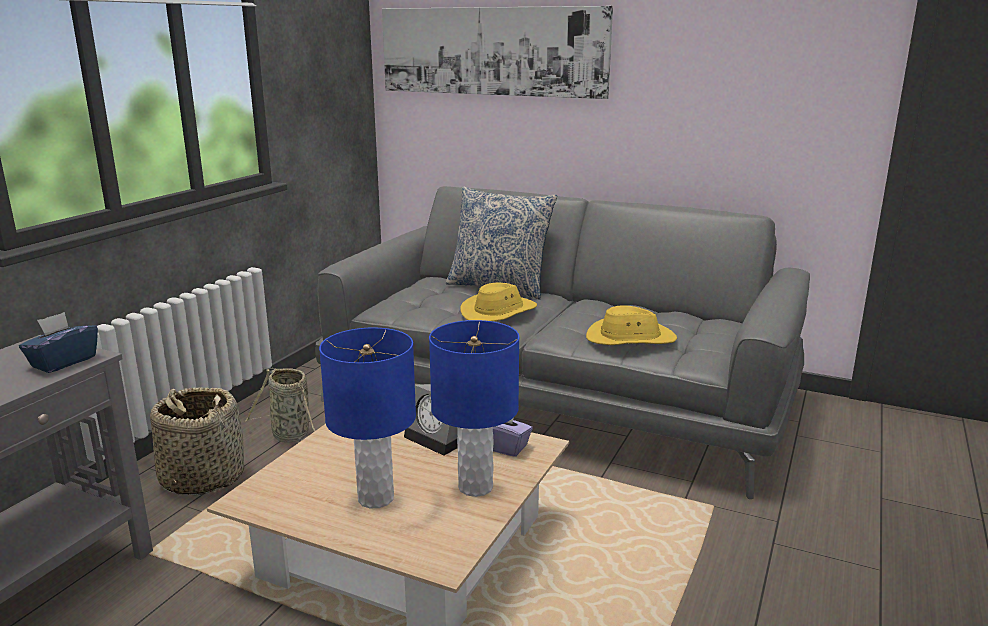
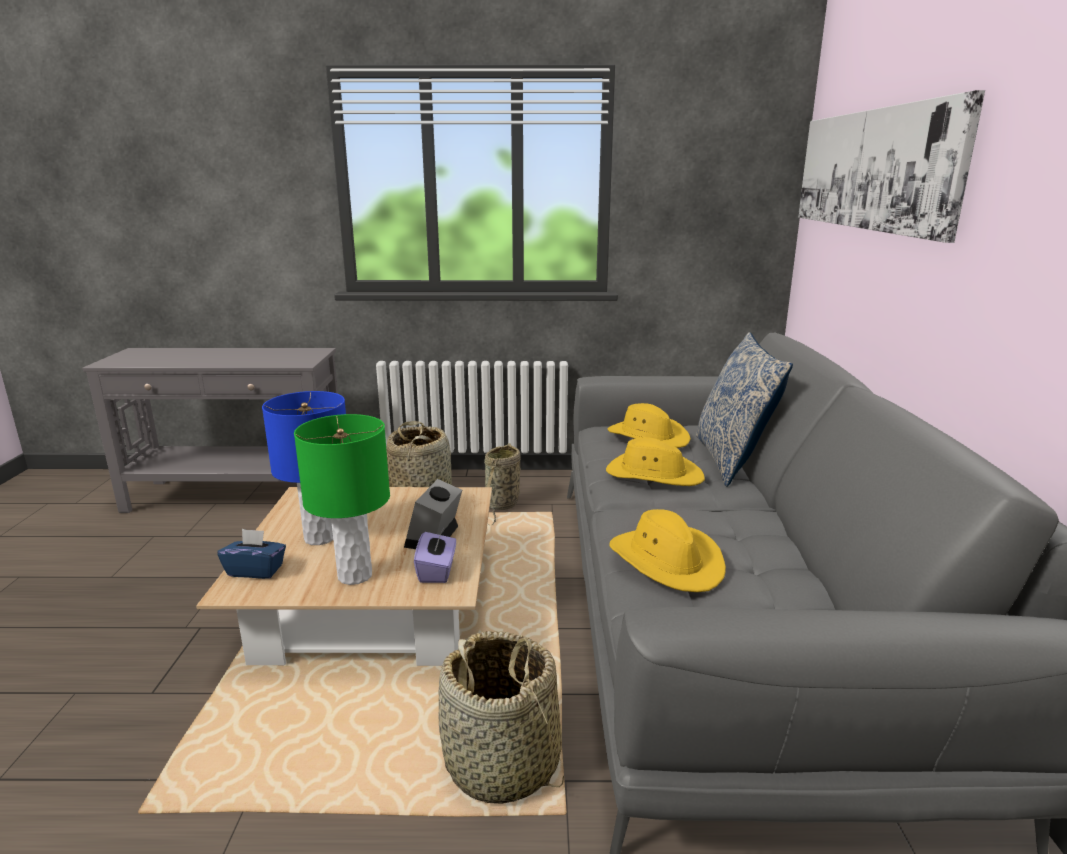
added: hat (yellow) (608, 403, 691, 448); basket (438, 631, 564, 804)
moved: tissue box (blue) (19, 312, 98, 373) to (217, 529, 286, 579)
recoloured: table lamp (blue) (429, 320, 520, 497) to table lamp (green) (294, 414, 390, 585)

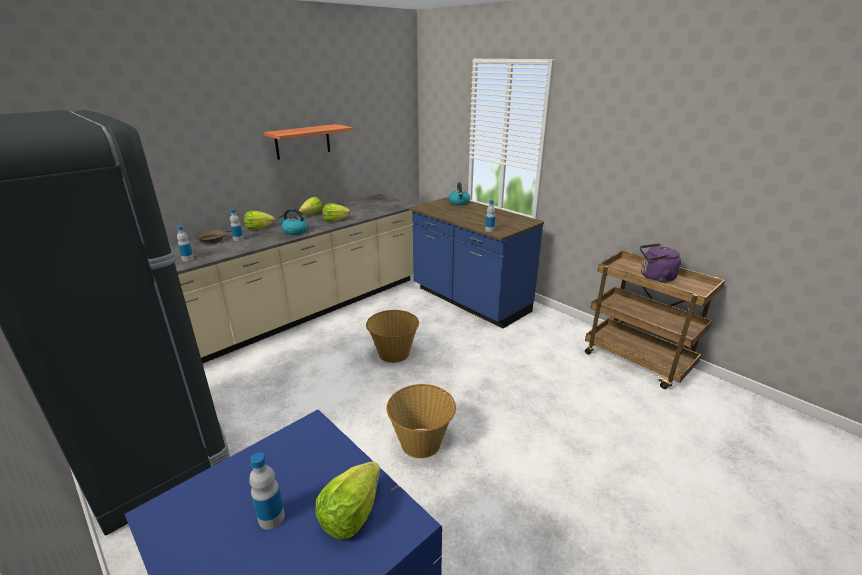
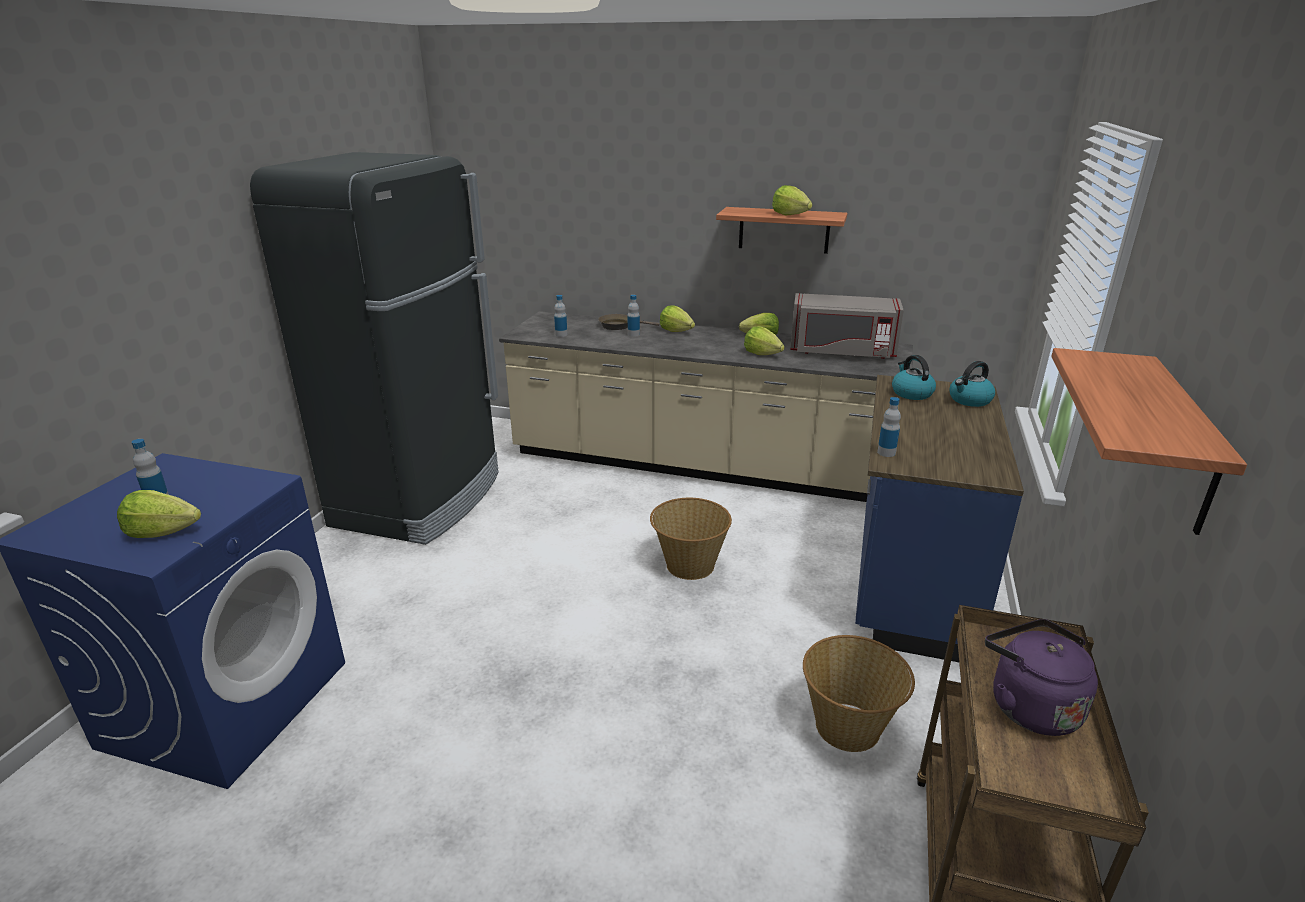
added: lettuce (772, 185, 812, 215); microwave (grey) (790, 293, 904, 359); shelf (1051, 348, 1247, 535)
moved: kettle (278, 208, 308, 235) to (892, 355, 936, 400); basket (387, 384, 456, 458) to (803, 635, 915, 752)

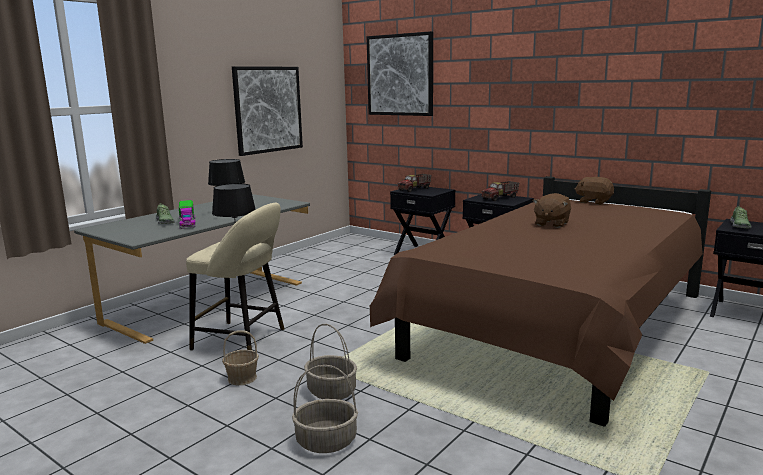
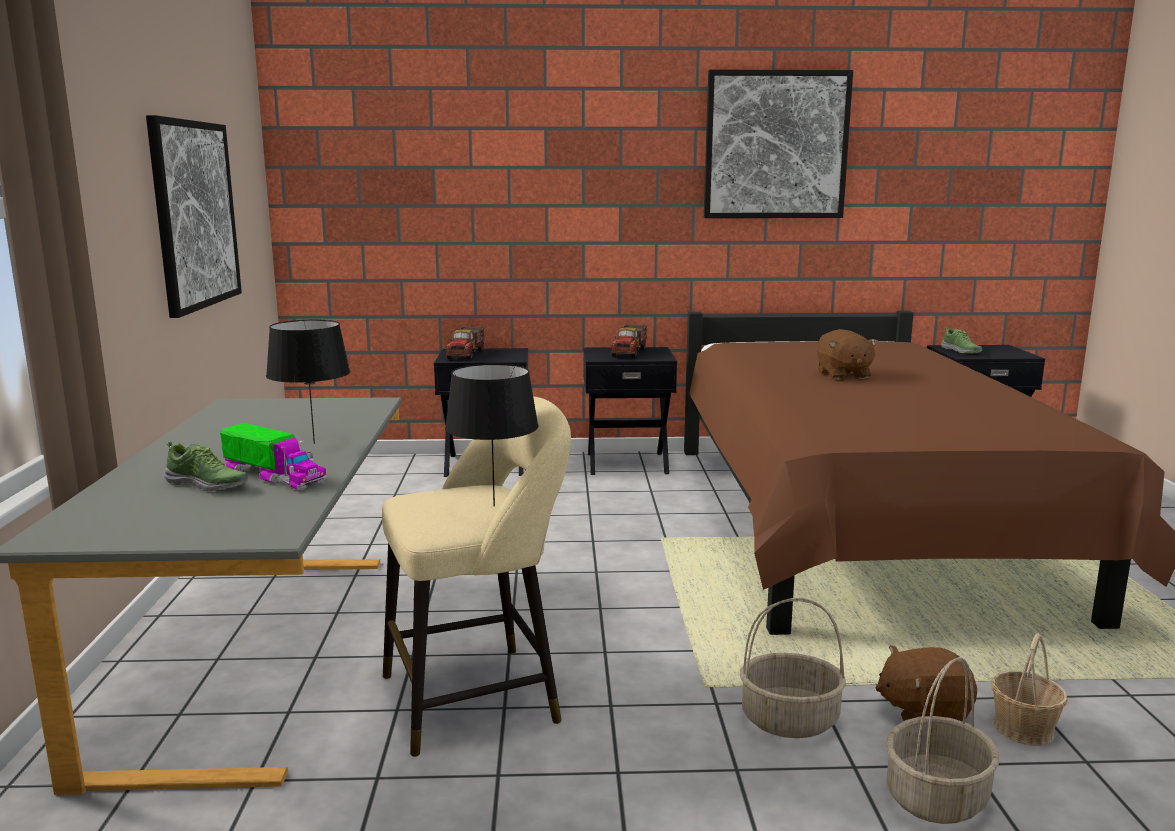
moved: picture (367, 31, 433, 116) to (704, 70, 853, 218); plush toy (brown) (575, 177, 614, 205) to (876, 645, 977, 722); basket (222, 330, 259, 385) to (991, 634, 1068, 746)

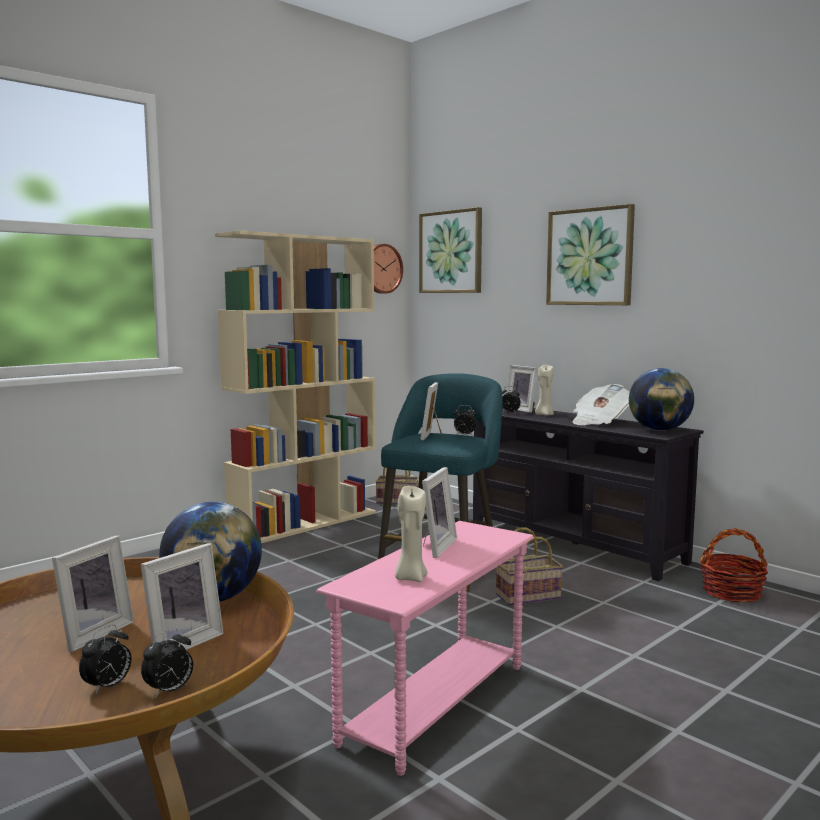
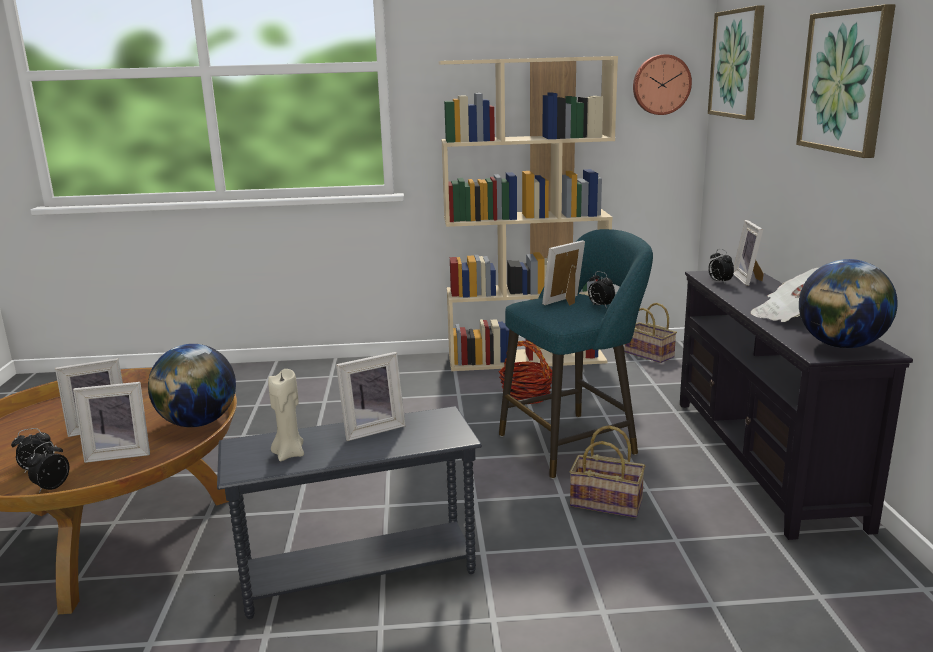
removed: candle (beige) (535, 365, 554, 415)
moved: basket (700, 528, 768, 603) to (498, 341, 552, 404)
recoloured: side table (pink) (316, 521, 534, 776) to side table (grey) (217, 406, 482, 619)
turned: alarm clock (141, 629, 193, 698) = (27, 442, 70, 493) 120 degrees clockwise

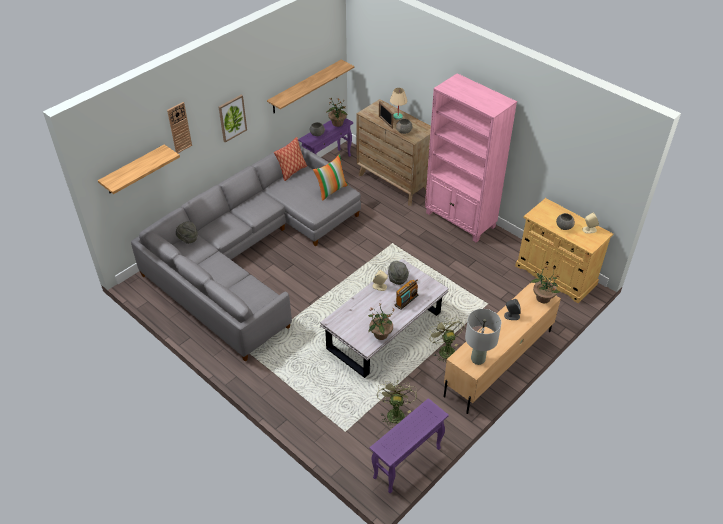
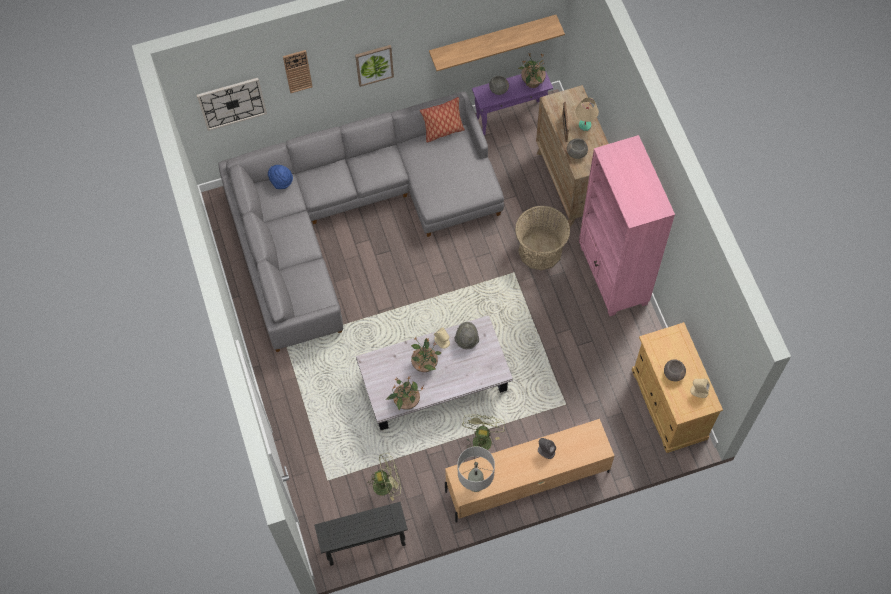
removed: pillow (313, 154, 348, 201); radio (395, 279, 419, 310)
added: basket (515, 206, 570, 270)
moved: potted plant (530, 266, 560, 303) to (411, 337, 441, 372)
replaced: shelf (98, 144, 180, 194) to wall clock (197, 78, 267, 131)
recoloured: hat (grey) (176, 221, 198, 244) to hat (blue) (268, 165, 293, 189); side table (purple) (370, 398, 449, 493) to side table (black) (314, 502, 408, 566)
turned: fan (green) (377, 380, 417, 428) = (366, 453, 401, 501) 45 degrees clockwise

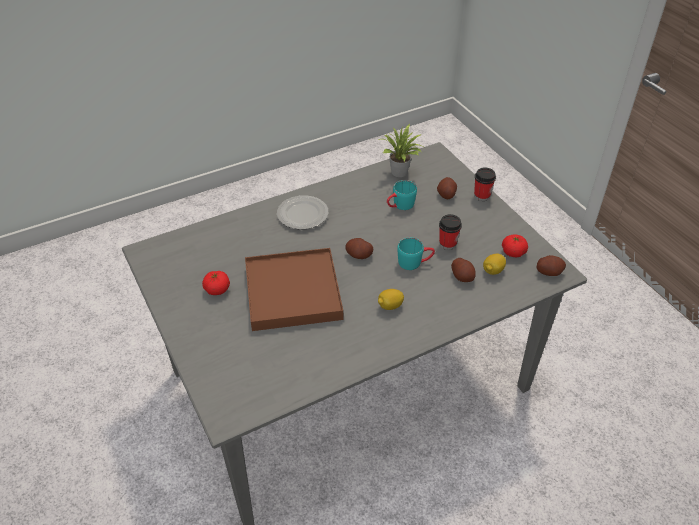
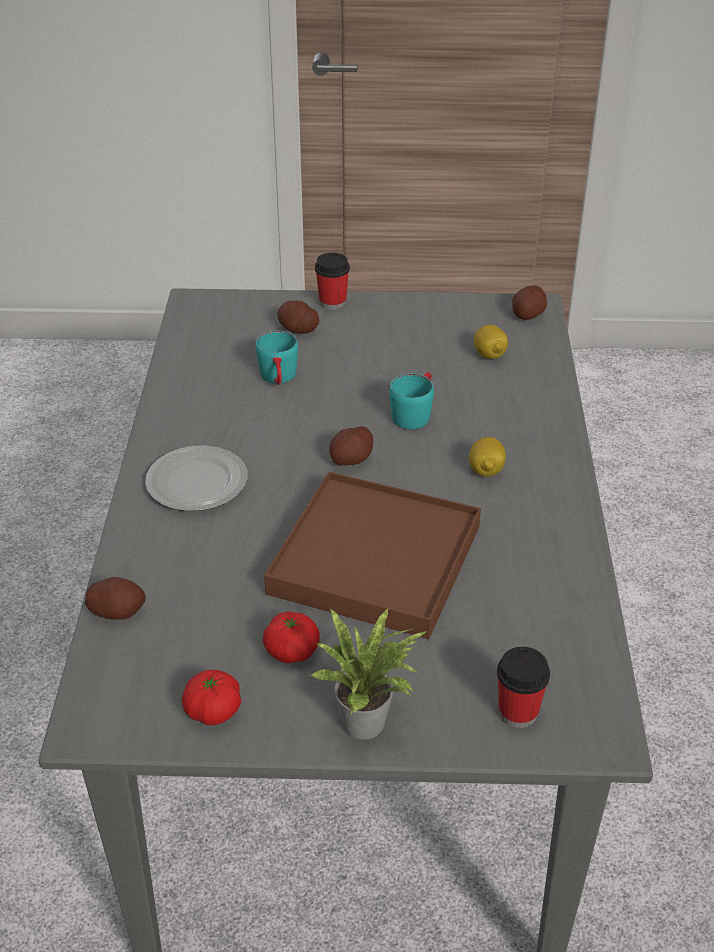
moved: potted plant (378, 124, 423, 177) to (310, 607, 427, 740); cup (439, 214, 462, 250) to (497, 647, 550, 728); tomato (502, 234, 528, 257) to (181, 670, 241, 725); potato (451, 258, 476, 282) to (85, 577, 146, 620)

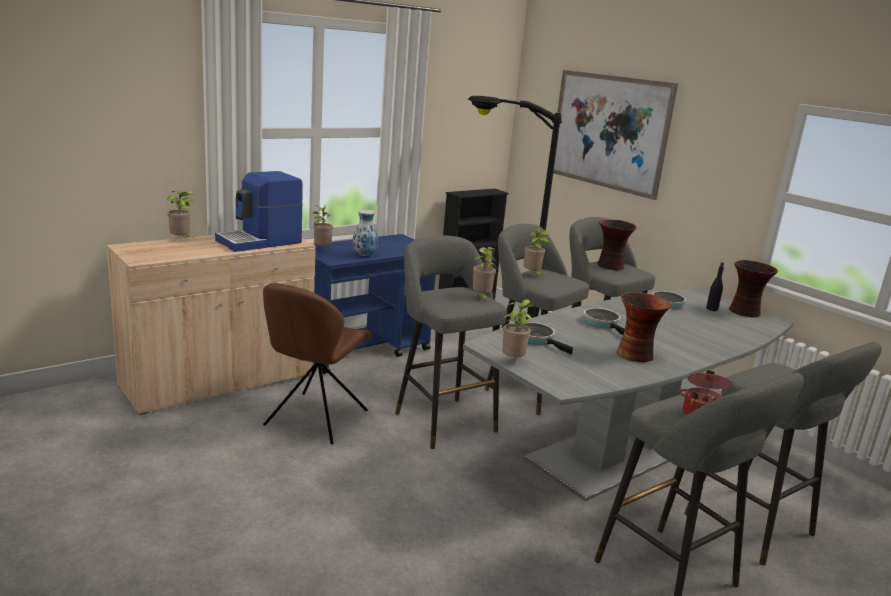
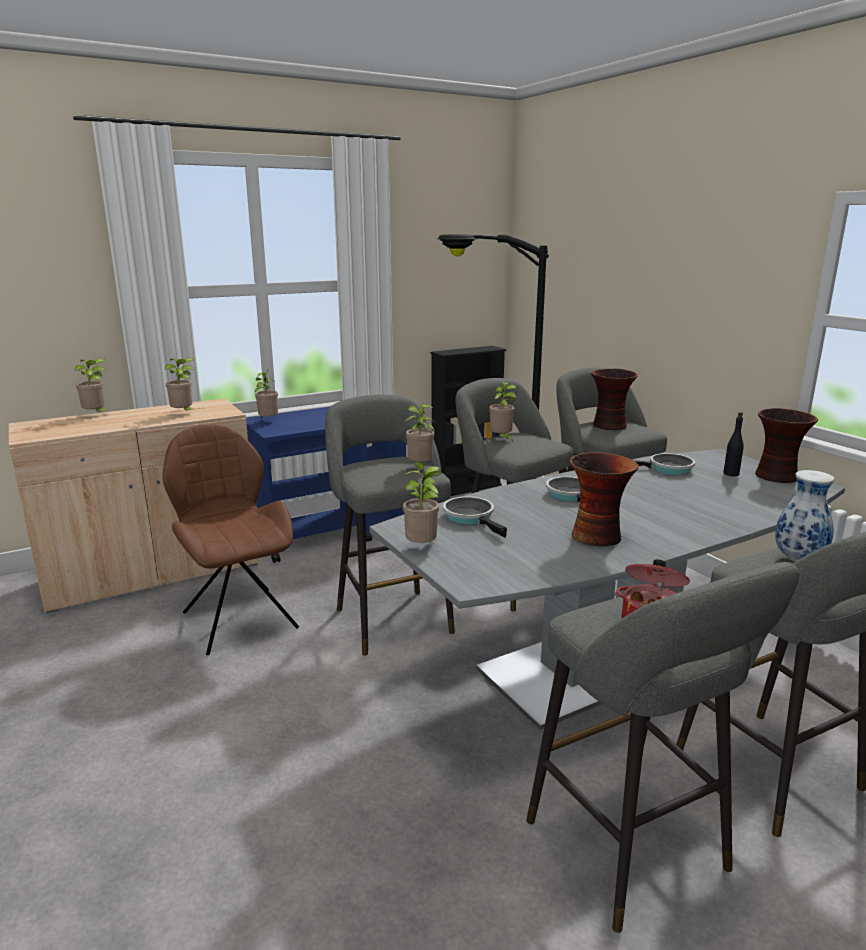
removed: picture (553, 70, 678, 200)
moved: vase (352, 210, 378, 256) to (775, 470, 834, 562)
replaced: coffee machine (215, 171, 303, 252) to potted plant (165, 358, 195, 410)
turned: chair (brown) (263, 283, 372, 445) = (163, 425, 299, 655) 120 degrees clockwise

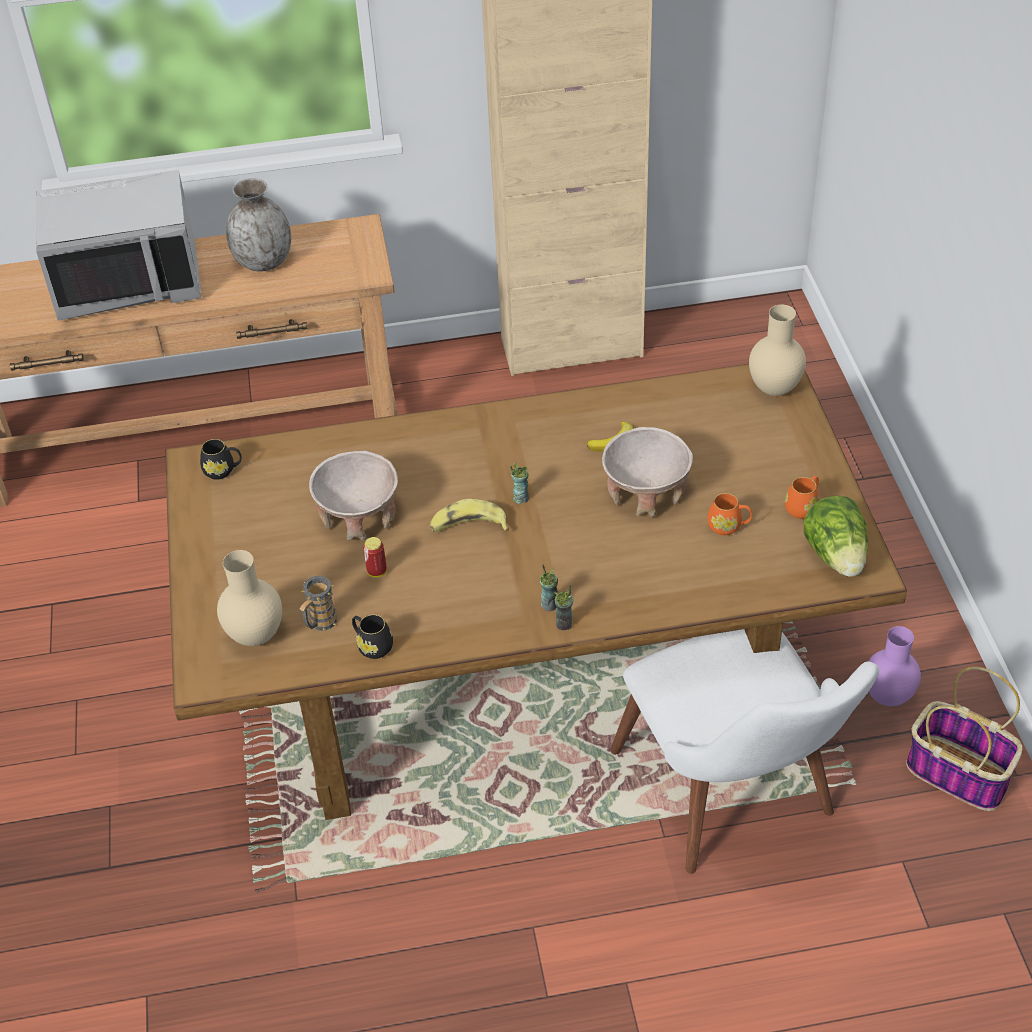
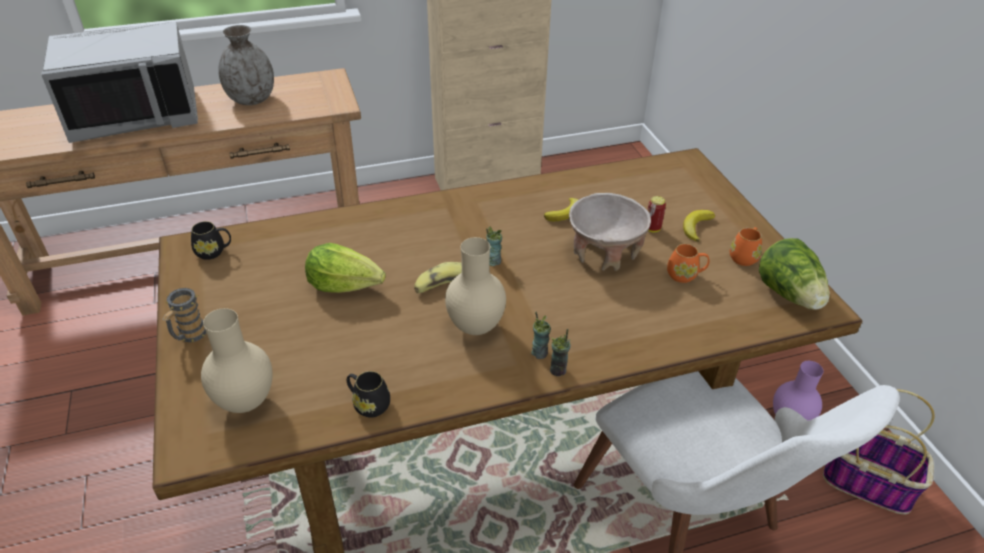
added: banana (683, 210, 715, 242)
moved: vase (beige) (749, 304, 806, 396) to (445, 237, 506, 335); can (363, 537, 387, 577) to (647, 196, 666, 232); mug (300, 576, 340, 631) to (162, 288, 206, 342)
replaced: bowl (beige) (309, 451, 398, 541) to lettuce (305, 243, 386, 293)

